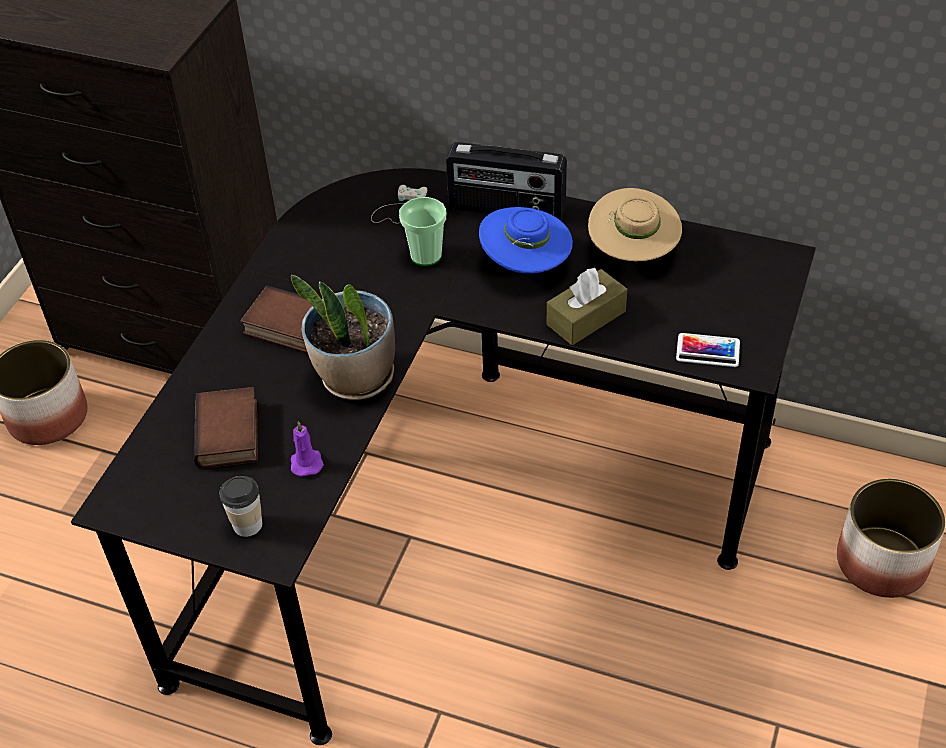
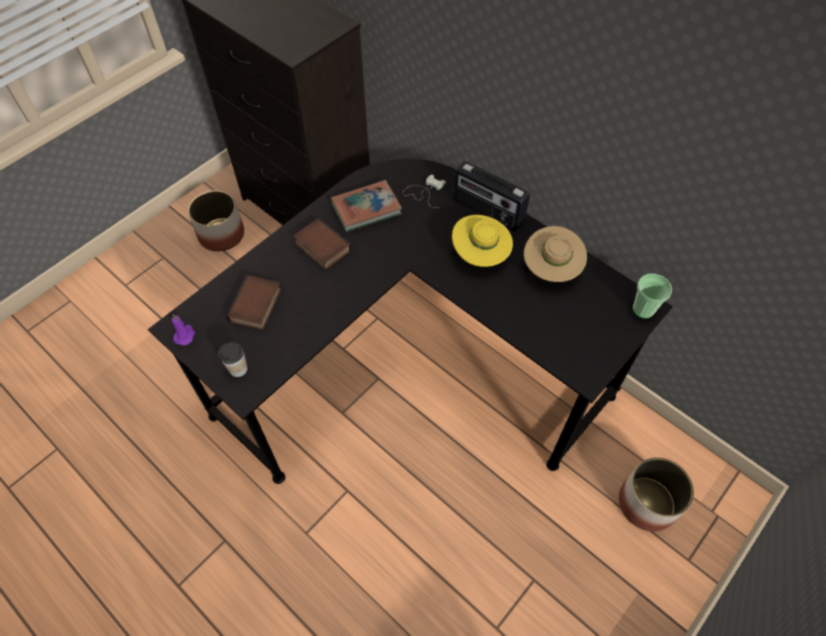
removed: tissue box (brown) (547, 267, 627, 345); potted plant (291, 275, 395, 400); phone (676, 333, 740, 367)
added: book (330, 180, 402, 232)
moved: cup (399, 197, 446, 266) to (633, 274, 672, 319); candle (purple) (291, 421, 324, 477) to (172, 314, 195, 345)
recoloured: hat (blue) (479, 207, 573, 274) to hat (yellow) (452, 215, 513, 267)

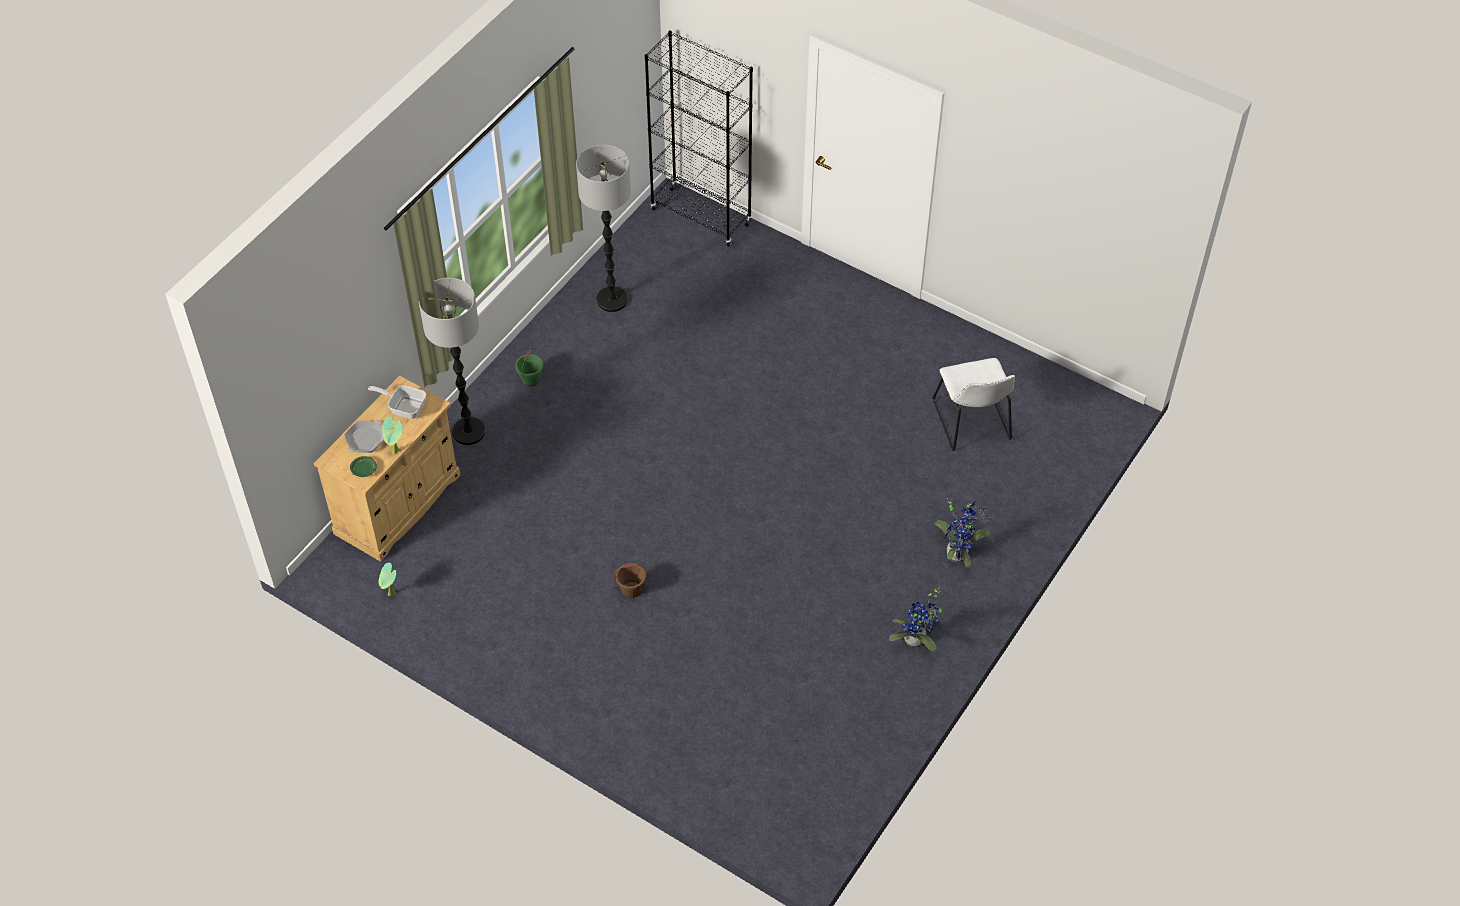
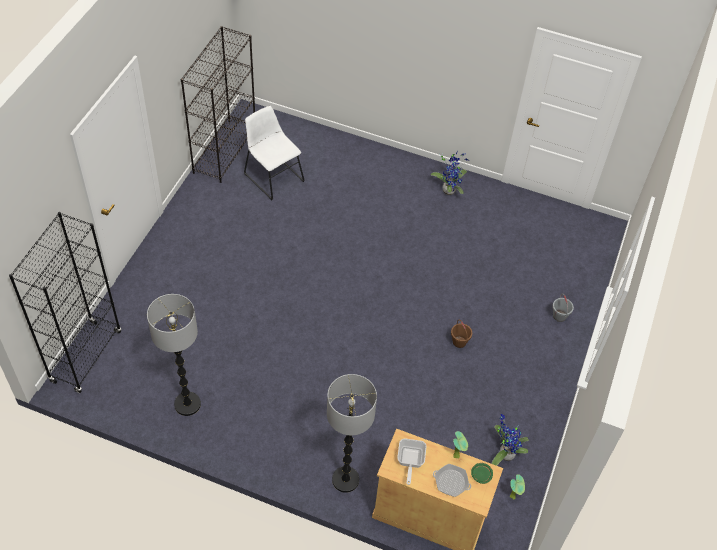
removed: bucket (green) (515, 348, 543, 387)
added: bookcase (black) (181, 26, 255, 183); bucket (grey) (552, 293, 574, 322)
moved: potted plant (935, 498, 991, 567) to (491, 414, 529, 466)
turned: chair (white) (933, 358, 1015, 451) = (244, 106, 305, 200) 105 degrees counterclockwise

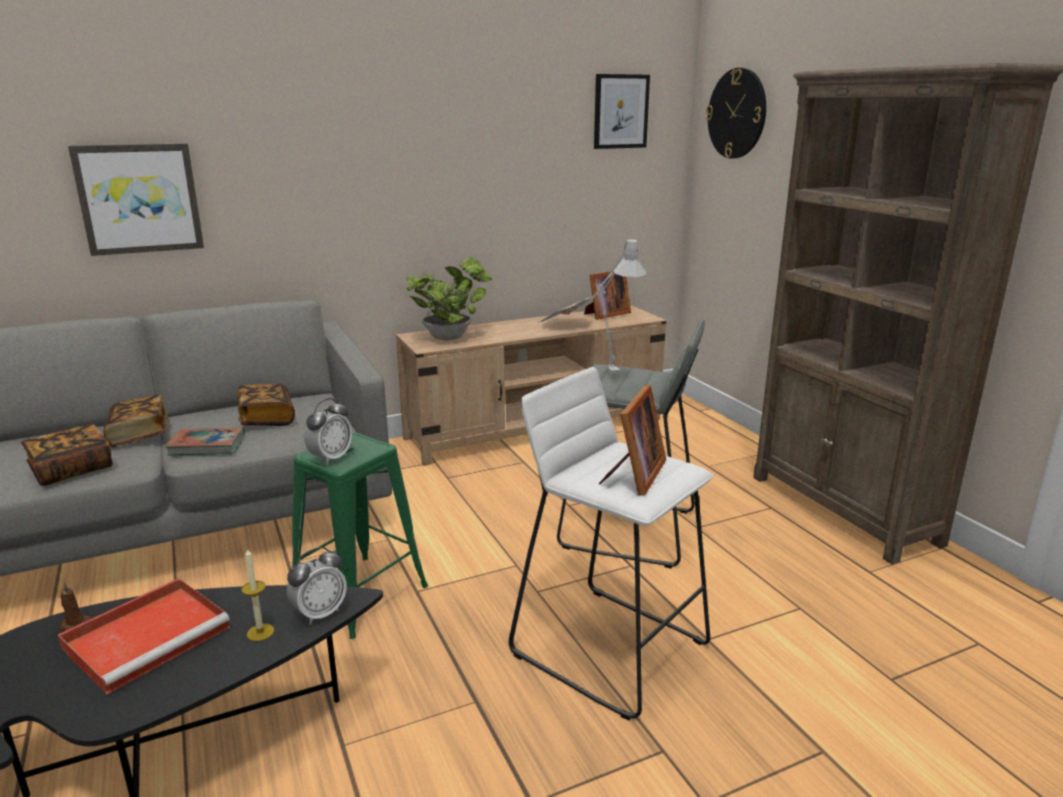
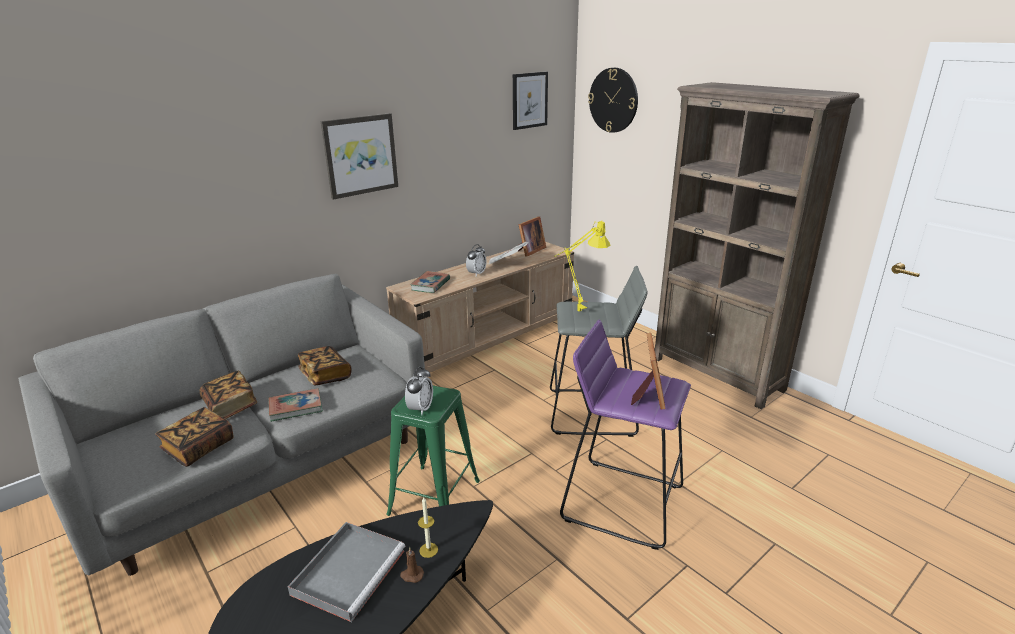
moved: picture (68, 143, 204, 256) to (321, 113, 398, 200); alarm clock (287, 547, 347, 625) to (466, 244, 487, 276); candle (brown) (59, 582, 91, 631) to (400, 547, 424, 583)
replaced: potted plant (406, 257, 492, 341) to book (410, 271, 450, 293)
recoloured: table lamp (grey) (591, 238, 647, 377) to table lamp (yellow) (554, 220, 610, 311); stool (white) (509, 367, 714, 720) to stool (purple) (560, 320, 691, 550); tray (red) (58, 578, 230, 694) to tray (grey) (288, 522, 405, 622)

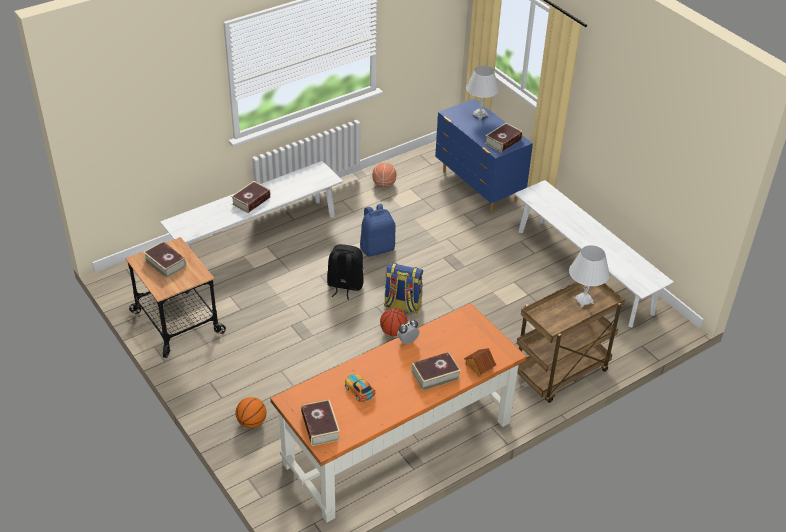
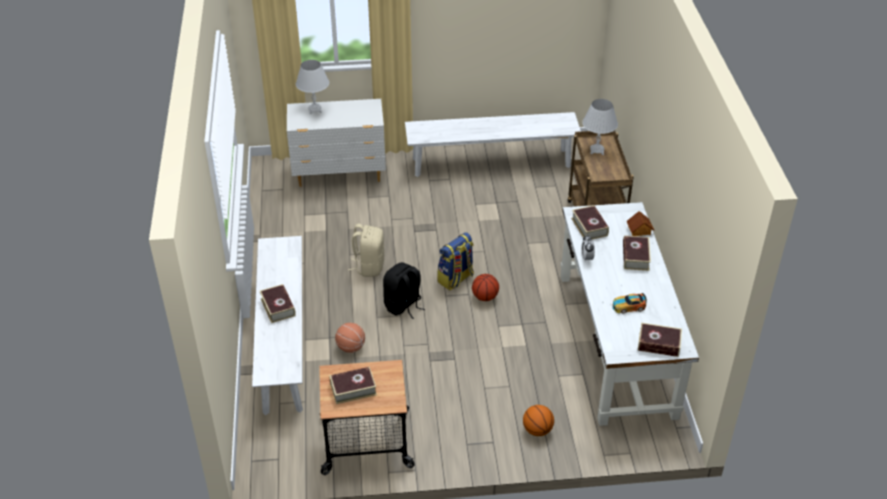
moved: book (485, 123, 523, 153) to (571, 205, 609, 239); basketball (372, 163, 397, 188) to (335, 323, 365, 353)
recoloured: dresser (blue) (435, 98, 533, 213) to dresser (white) (287, 99, 386, 187); backpack (blue) (360, 204, 396, 257) to backpack (beige) (348, 224, 384, 277); desk (orange) (270, 303, 527, 522) to desk (white) (561, 202, 699, 426)

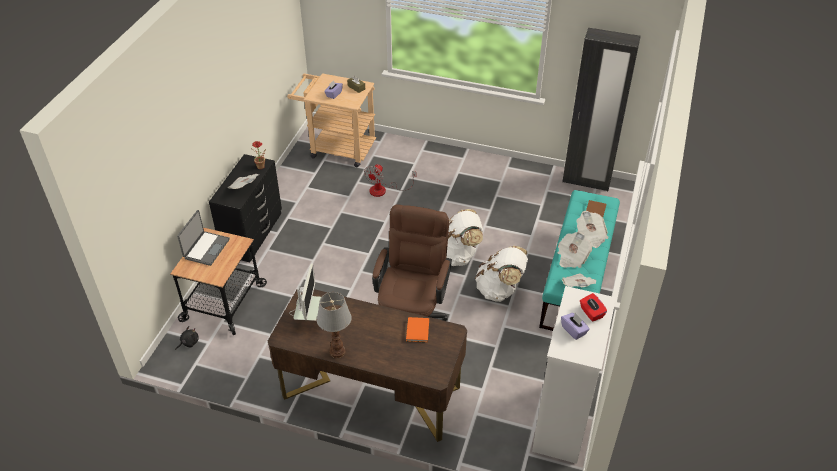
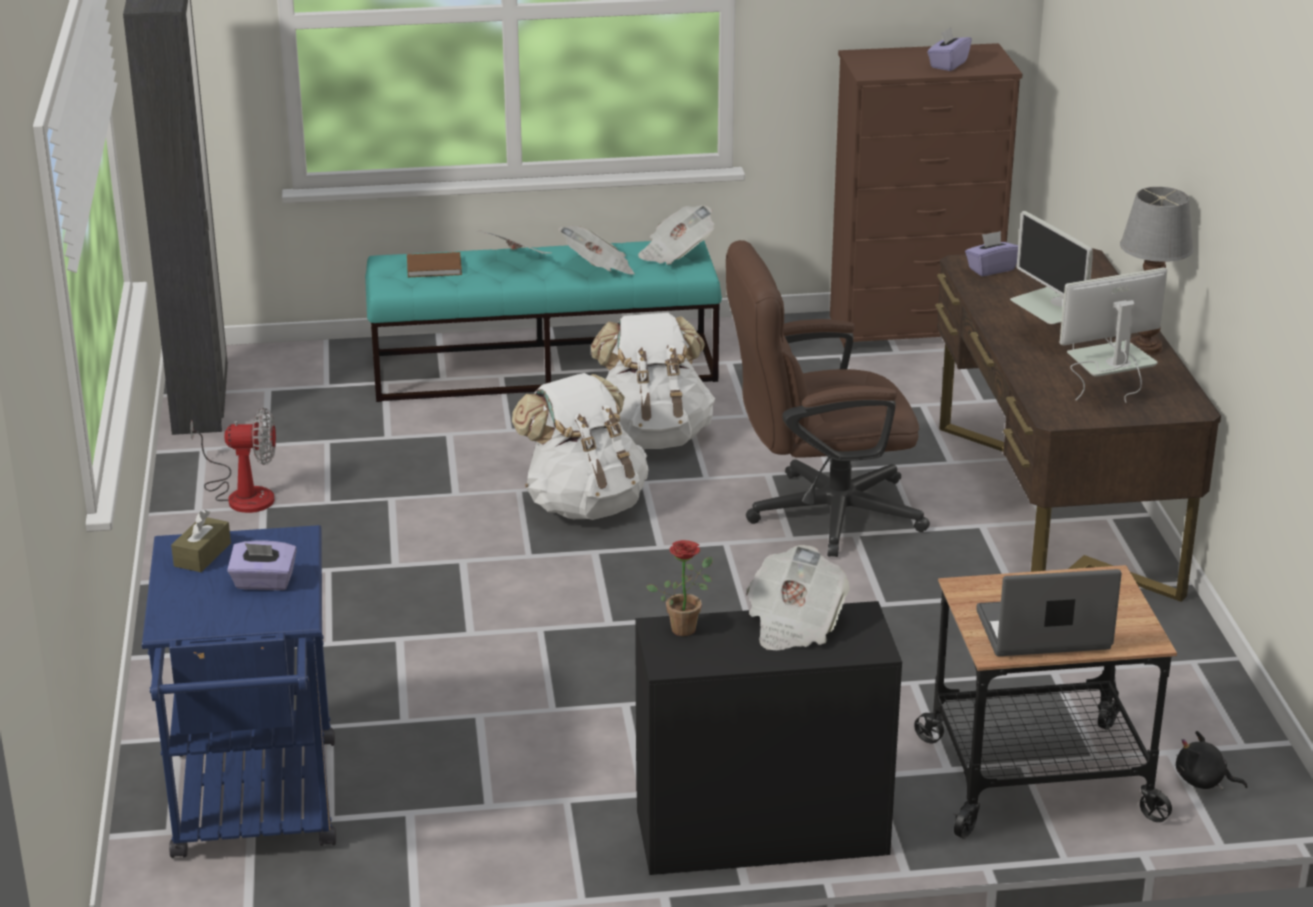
removed: tissue box (red) (580, 293, 607, 322); book (orange) (406, 317, 429, 342)
added: monitor (1010, 211, 1093, 349); tissue box (purple) (965, 231, 1018, 276)
moved: fan (364, 164, 416, 197) to (190, 408, 276, 513)
recoloured: cart (beige) (287, 73, 376, 167) to cart (blue) (142, 525, 336, 858); dresser (white) (532, 286, 616, 464) to dresser (brown) (830, 43, 1022, 348)

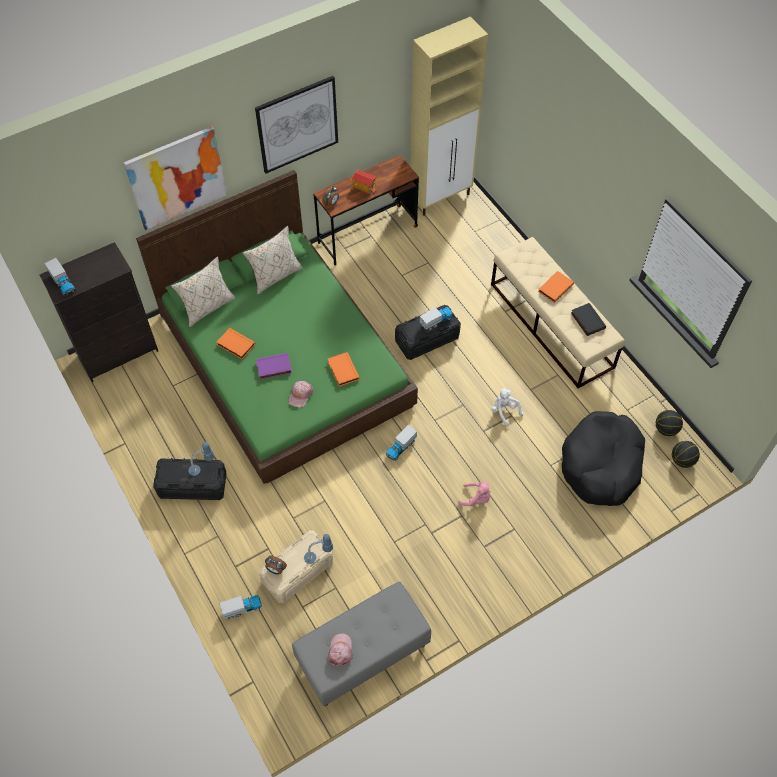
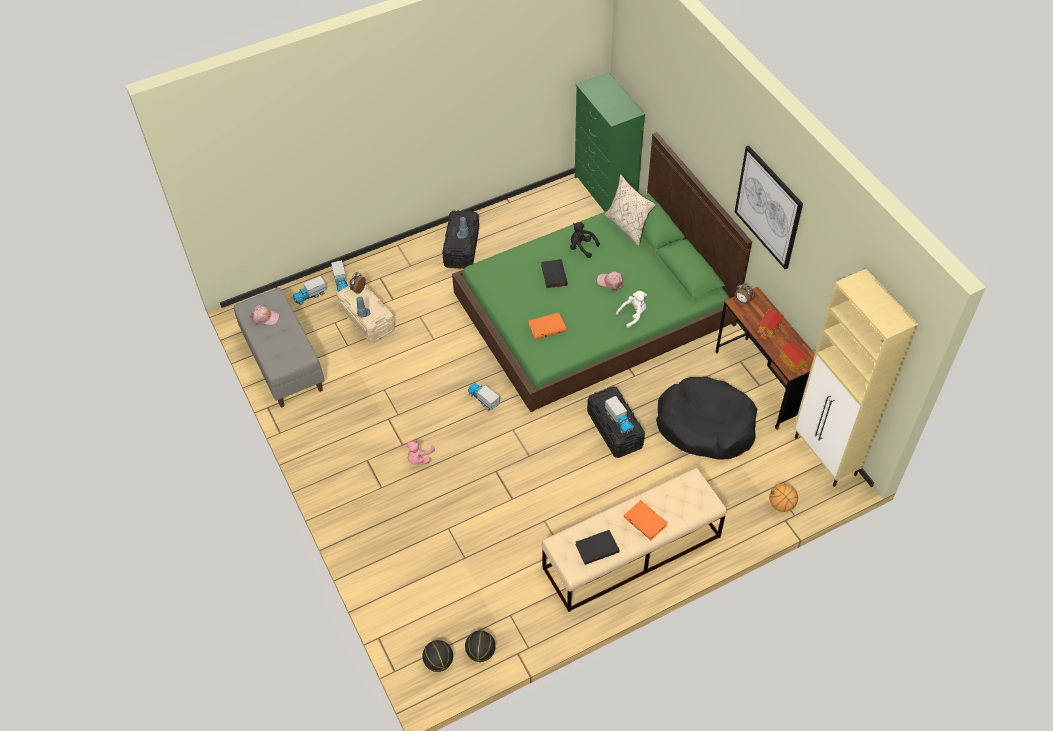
removed: picture (124, 126, 227, 230); pillow (beige) (242, 226, 303, 294)
added: toy house (779, 342, 809, 372); basketball (769, 484, 798, 512)
moved: toy truck (44, 258, 76, 296) to (293, 276, 327, 305); cap (pink) (288, 381, 313, 408) to (597, 271, 624, 291); plush toy (white) (491, 388, 523, 426) to (616, 291, 647, 328); dog bed (black) (562, 411, 645, 506) to (656, 377, 757, 459)
replaced: book (orange) (217, 328, 255, 359) to plush toy (black) (570, 222, 600, 258)
recoloured: dresser (black) (40, 242, 158, 382) to dresser (green) (575, 72, 645, 212); book (purple) (256, 353, 292, 379) to book (black) (541, 259, 568, 288)

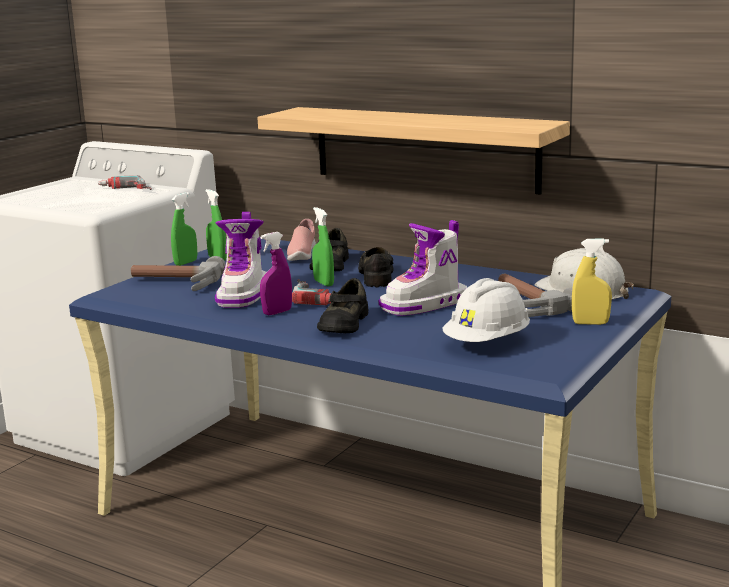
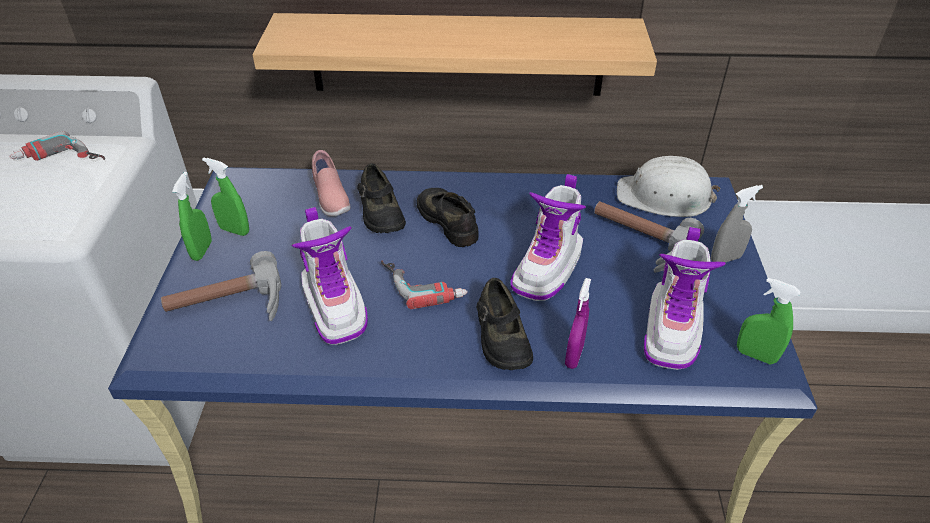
moved: spray bottle (green) (312, 207, 334, 286) to (737, 278, 801, 364); spray bottle (purple) (260, 232, 292, 315) to (565, 278, 591, 369)
replaced: hard hat (white) (442, 278, 530, 342) to boot (644, 227, 726, 370)
recoloured: spray bottle (yellow) (572, 238, 612, 325) to spray bottle (grey) (711, 185, 763, 262)

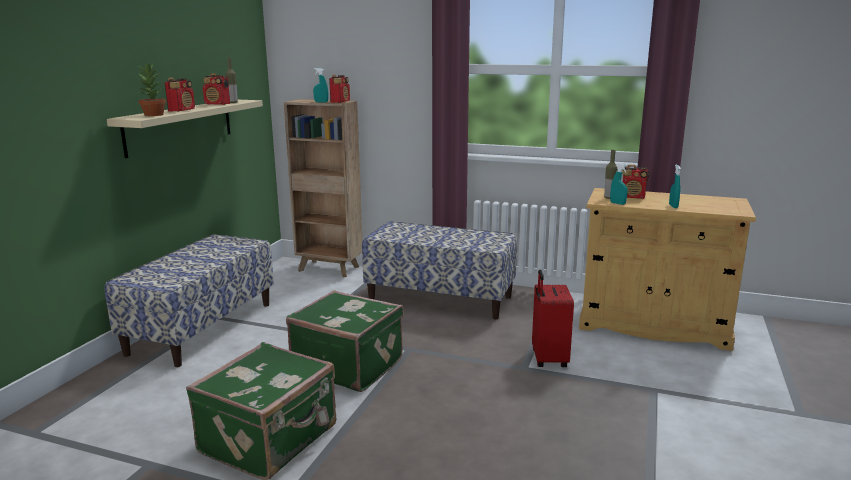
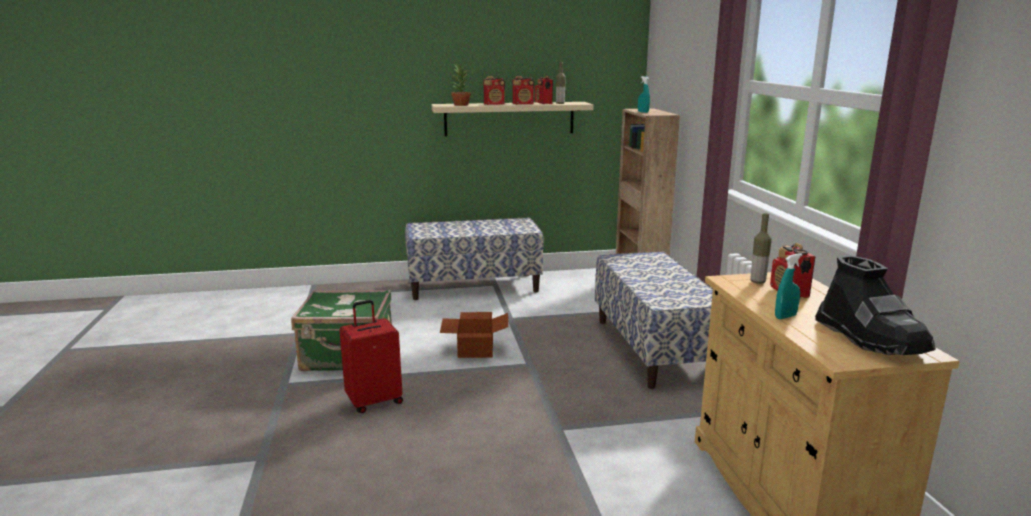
removed: spray bottle (turquoise) (610, 163, 628, 205)
added: boot (black) (815, 256, 936, 355)
moved: radio (329, 74, 350, 103) to (512, 76, 534, 105); suitcase (red) (532, 269, 574, 367) to (339, 300, 403, 413)
replaced: suitcase (green) (286, 290, 404, 392) to cardboard box (440, 312, 508, 358)

